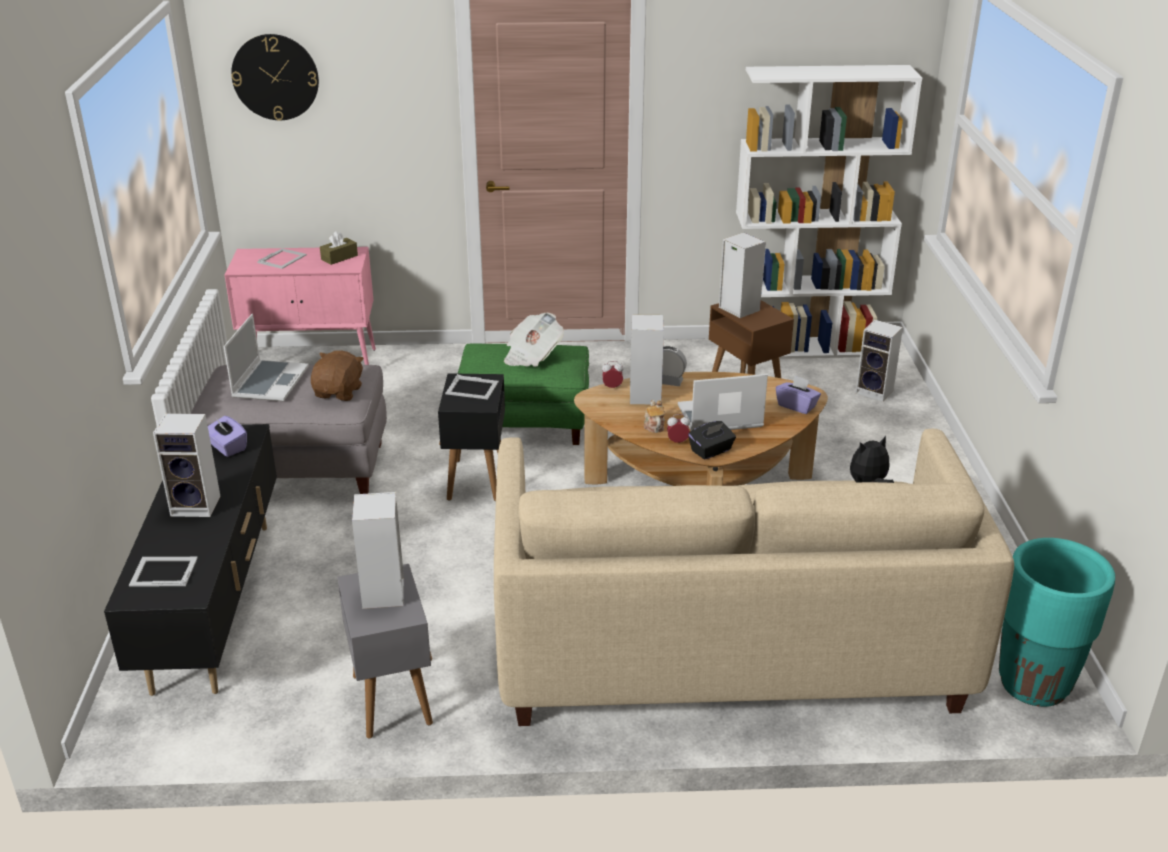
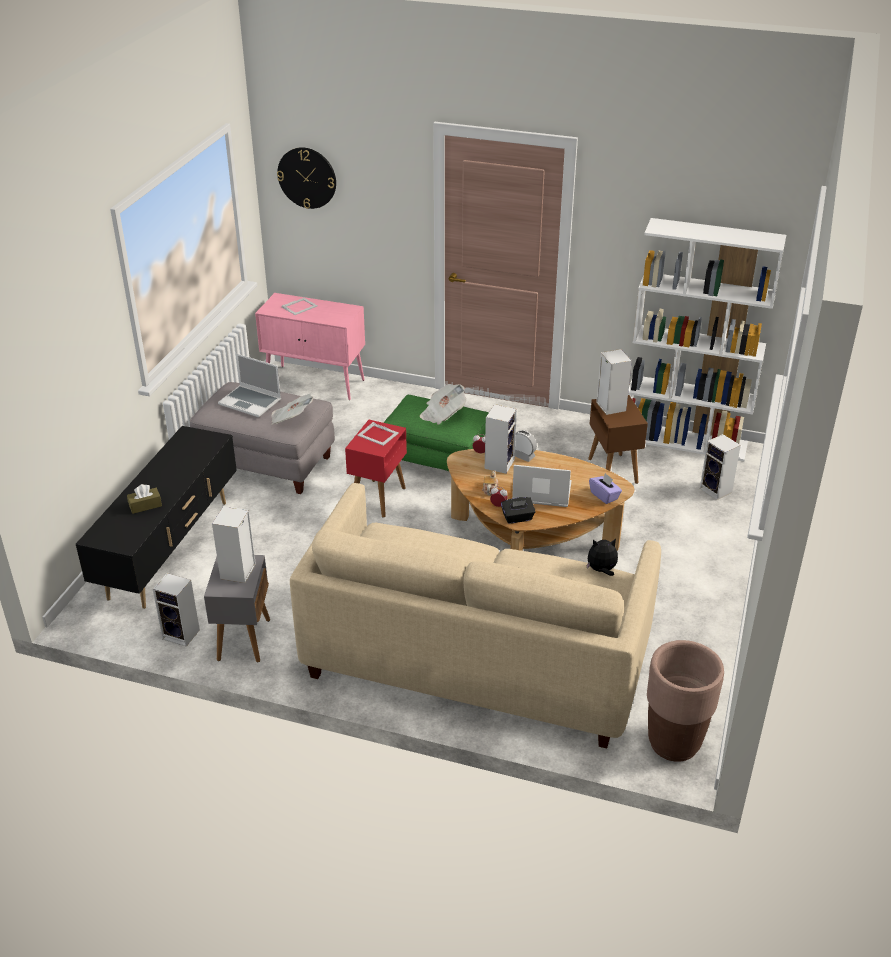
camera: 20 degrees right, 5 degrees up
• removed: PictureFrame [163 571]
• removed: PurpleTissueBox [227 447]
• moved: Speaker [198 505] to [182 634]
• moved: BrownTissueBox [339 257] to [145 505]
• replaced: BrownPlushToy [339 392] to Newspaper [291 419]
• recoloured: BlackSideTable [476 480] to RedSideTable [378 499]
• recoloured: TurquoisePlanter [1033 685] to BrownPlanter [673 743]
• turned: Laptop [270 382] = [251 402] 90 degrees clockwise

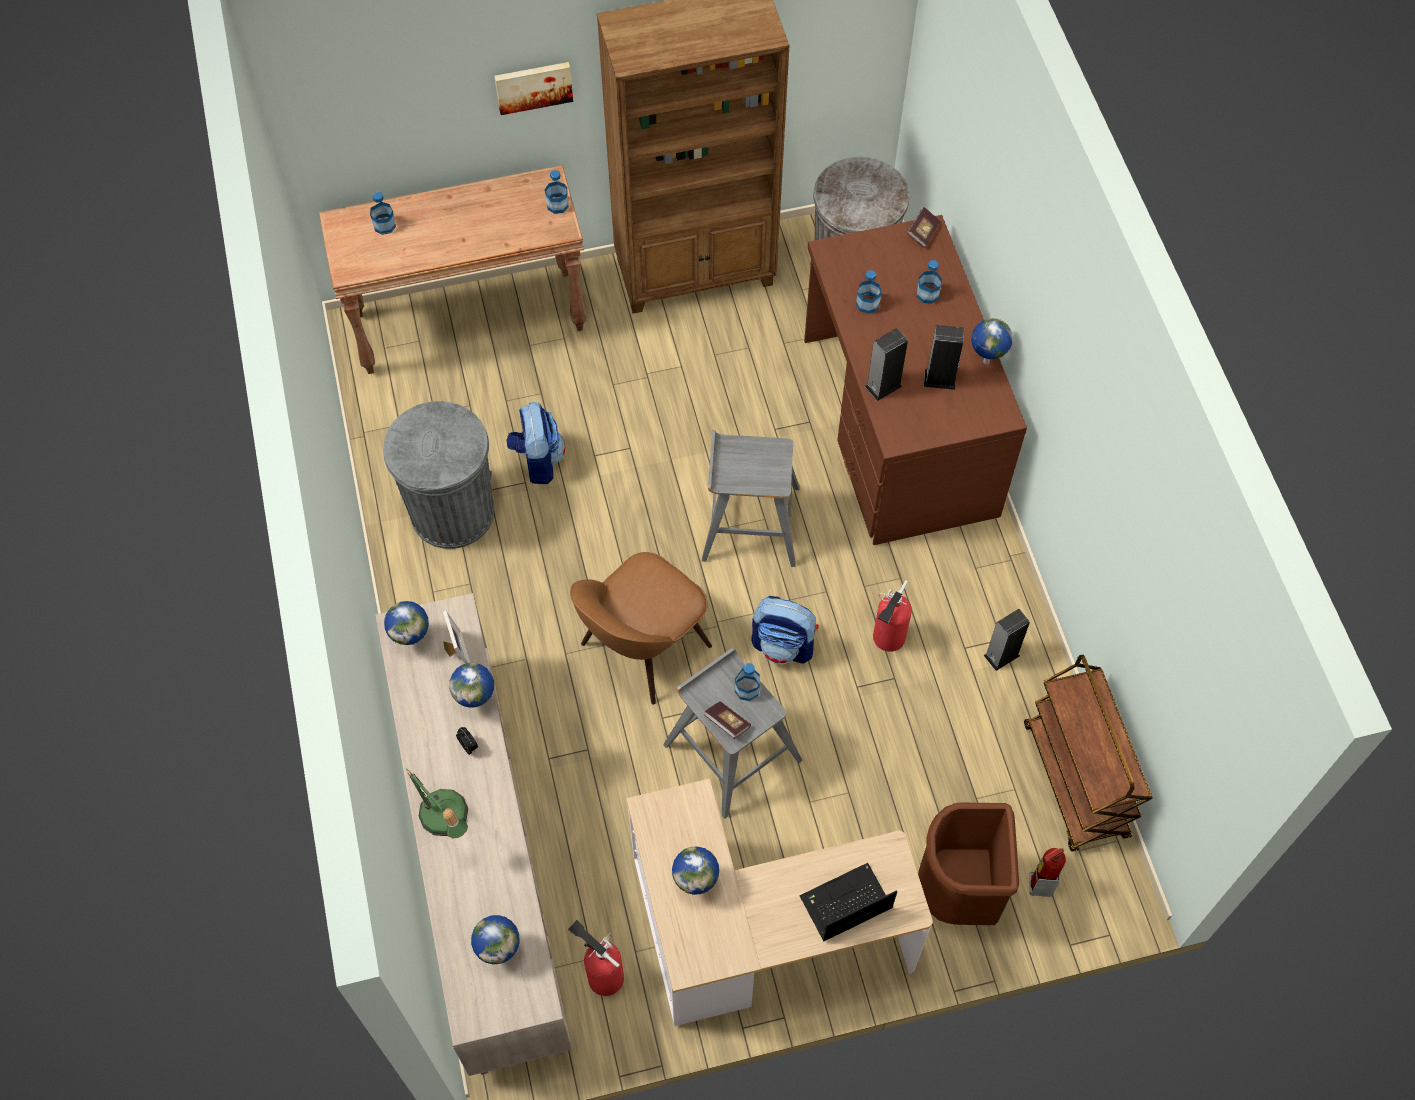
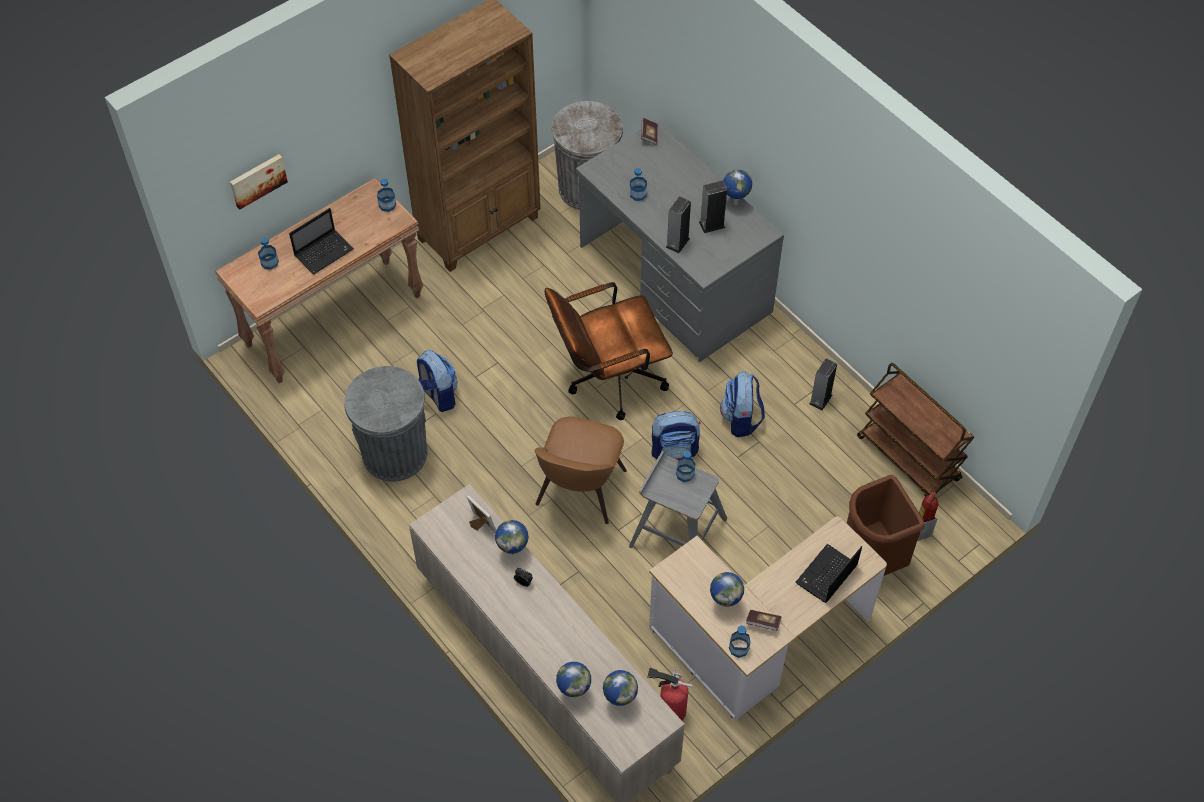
camera: 25 degrees left, 5 degrees down
• removed: TableLamp [447 820]
• added: Laptop [324 252]
• moved: Globe [413 640] to [574 692]
• moved: Picture [533 86] to [257 180]
• moved: Book [727 723] to [763 623]
• moved: Bottle [927 294] to [738 648]
• replaced: GreyStool [749 523] to BrownOfficeChair [608 380]
• replaced: FireExtinguisher [887 640] to Backpack [741 419]
• recoloured: BrownDesk [897 427] to GreyDesk [674 280]

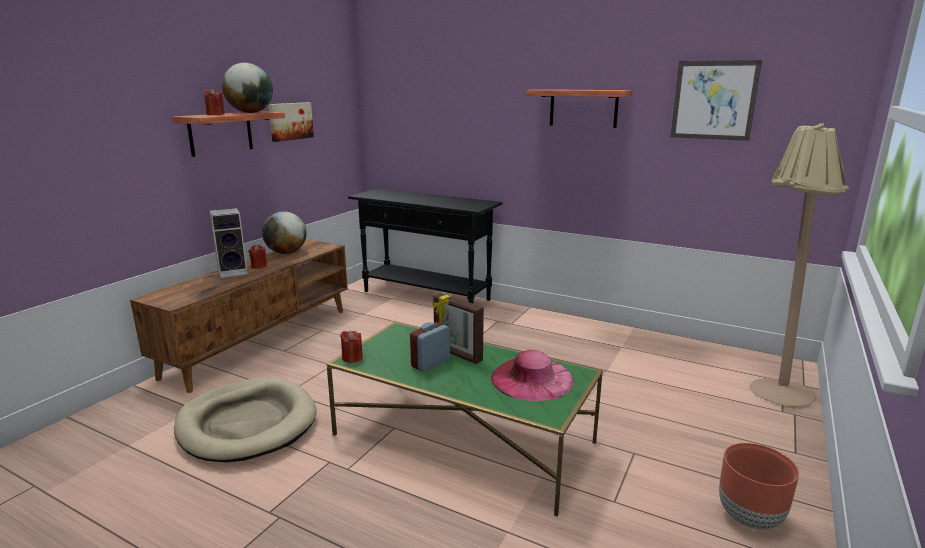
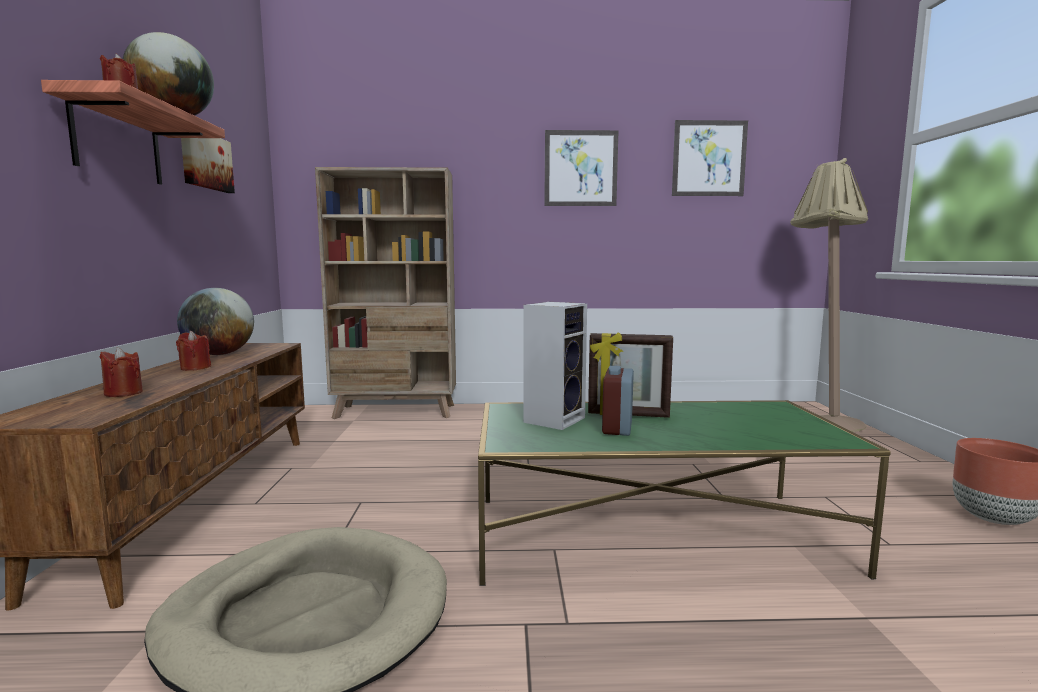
camera: 30 degrees left, 10 degrees down
• removed: PinkHat [532 379]
• moved: Speaker [234 272] to [554 419]
• moved: RedCandle [352 358] to [123 393]
• replaced: BlackConsoleTable [426 296] to BeigeBookcase [396 412]
• replaced: Shelf [583 108] to Picture [580 168]

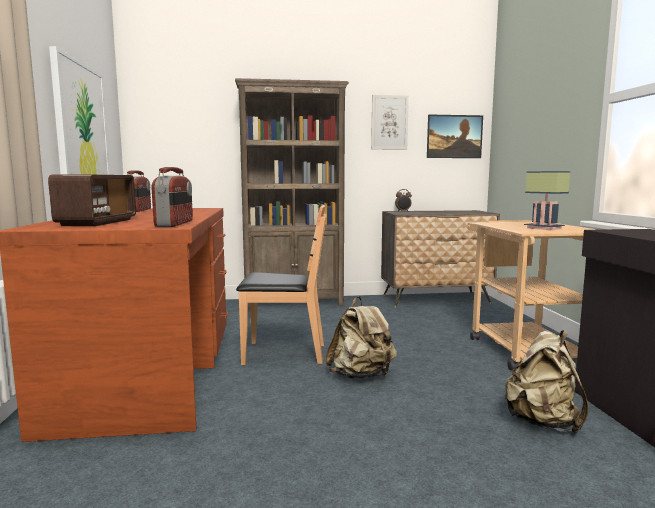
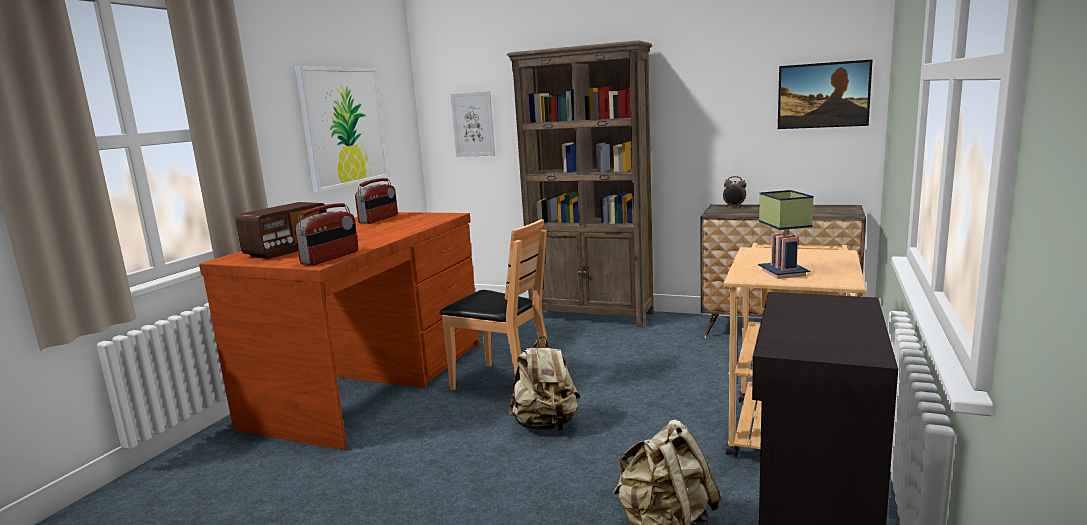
camera: 30 degrees right, 5 degrees up
• moved: Picture [389 122] to [473 124]

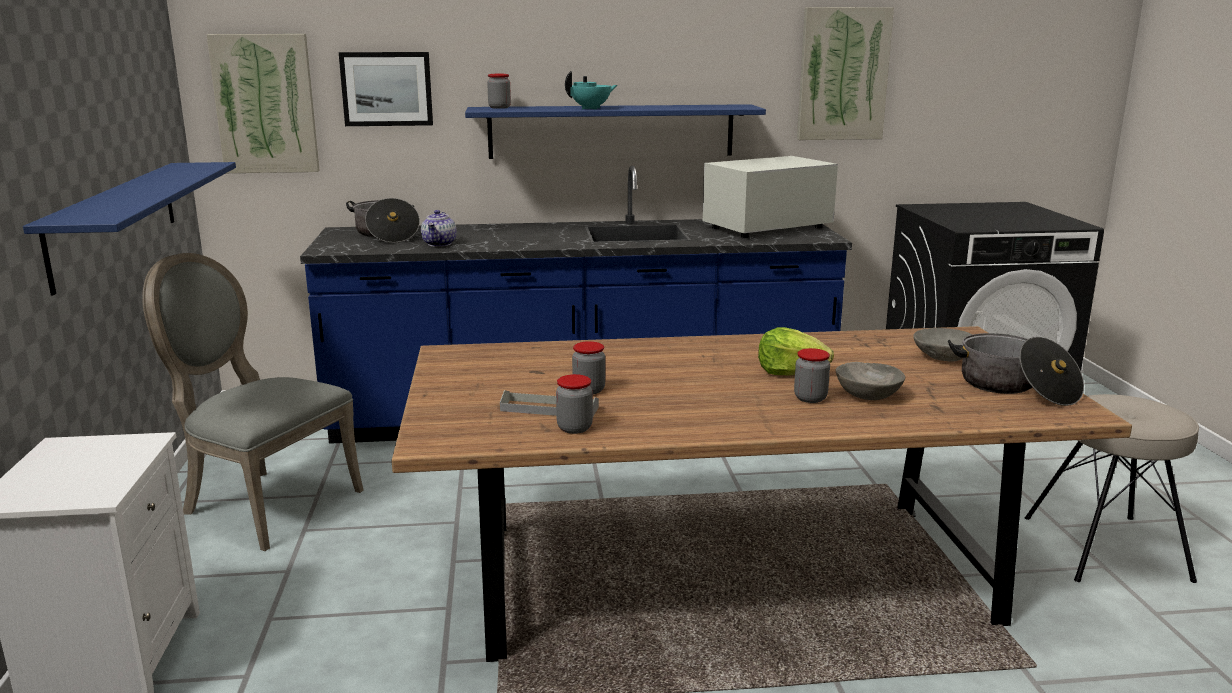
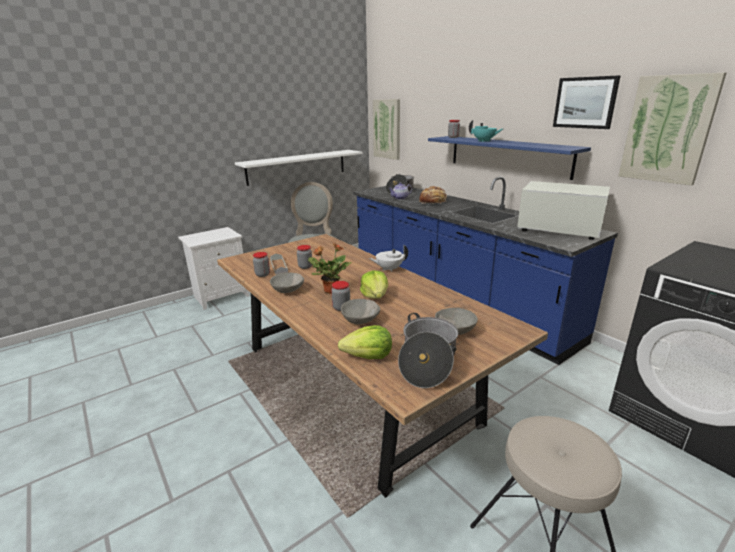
camera: 60 degrees right, 5 degrees up
• added: GreyBowl [287 290]
• added: PottedPlant [330 290]
• added: Lettuce [368 356]
• added: WhiteTeapot [389 269]
• added: Bread [433 202]
• moved: Picture [387 89] to [585 102]
• recoloured: BlueShelf [115 221] to WhiteShelf [297 167]

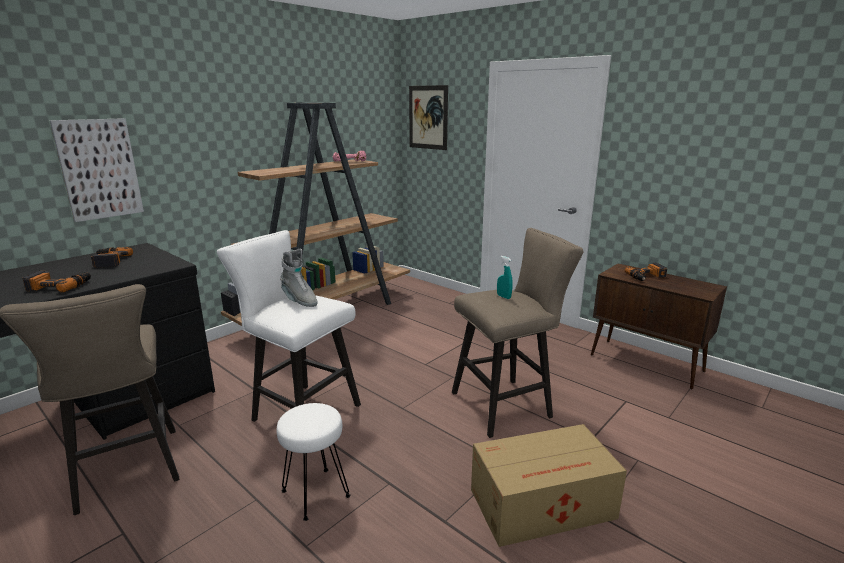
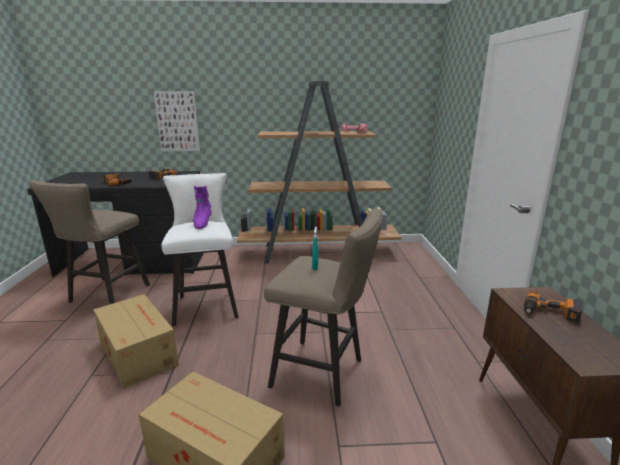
camera: 45 degrees right, 0 degrees up
• removed: Picture [428 117]
• replaced: WhiteStool [315 493] to CardboardBox [138 352]
• recoloured: GreyBoot [299 300] to PurpleBoot [202 223]

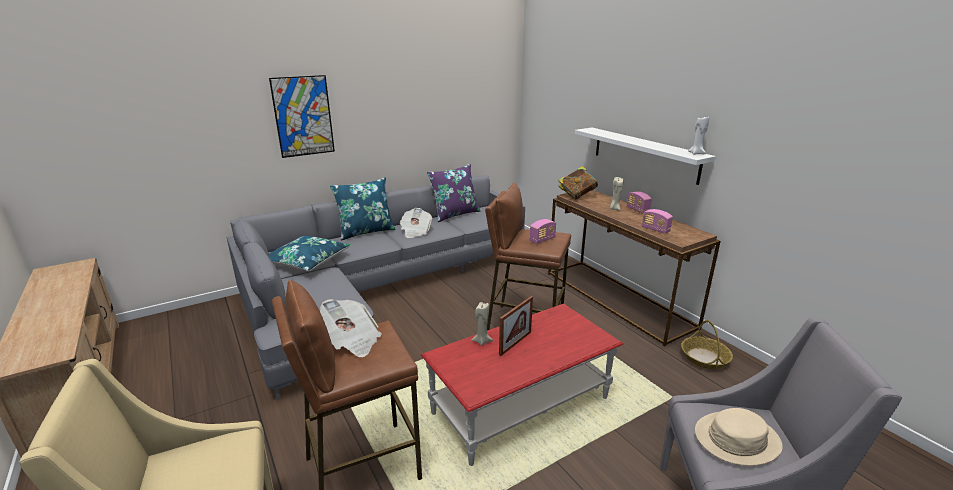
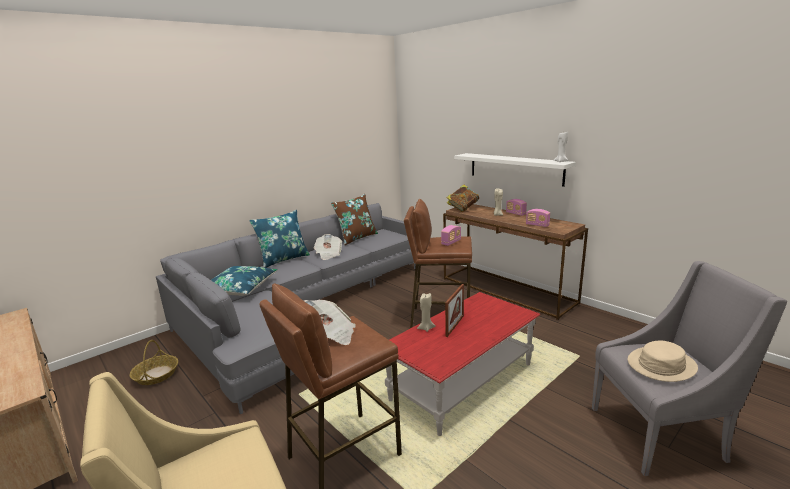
camera: 10 degrees left, 5 degrees down
• removed: Picture [303 116]
• moved: Basket [705 358] to [156 375]
• recoloured: PurplePillow [455 214] to BrownPillow [356 238]

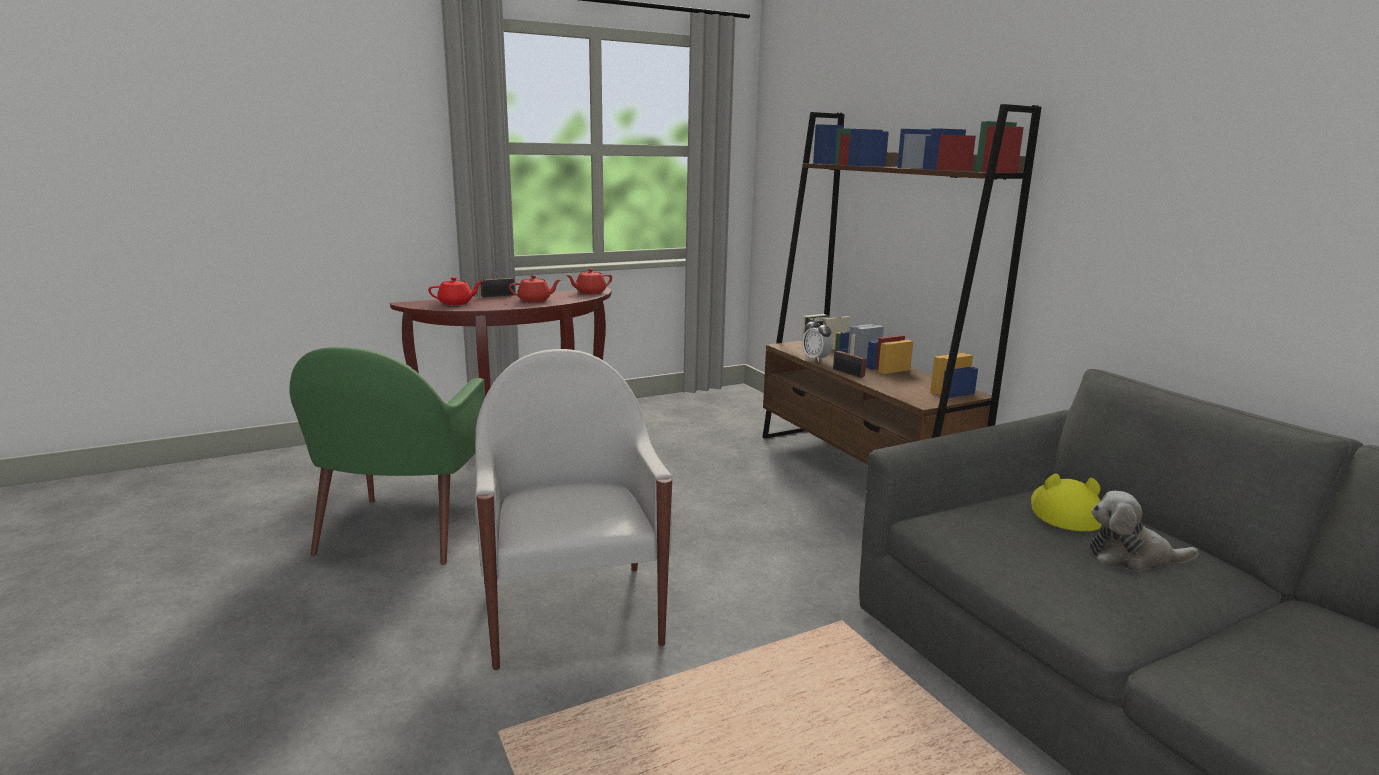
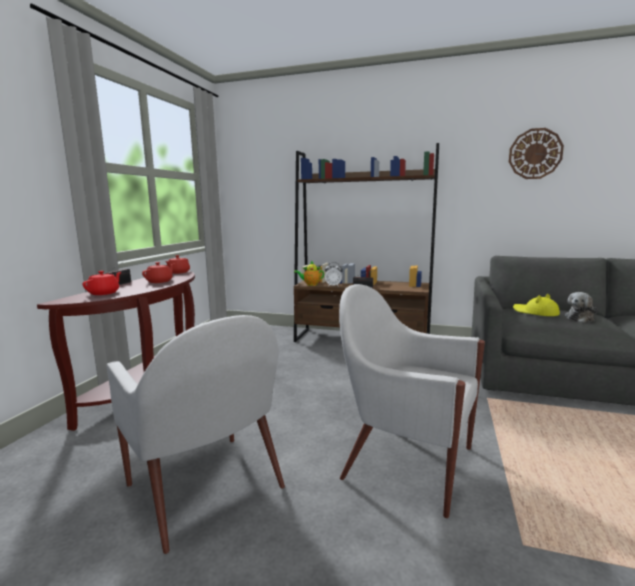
camera: 45 degrees left, 5 degrees down
• added: Teapot [310 284]
• added: WallClock [535 154]
• recoloured: GreenArmchair [402 532] to WhiteArmchair [206 489]

